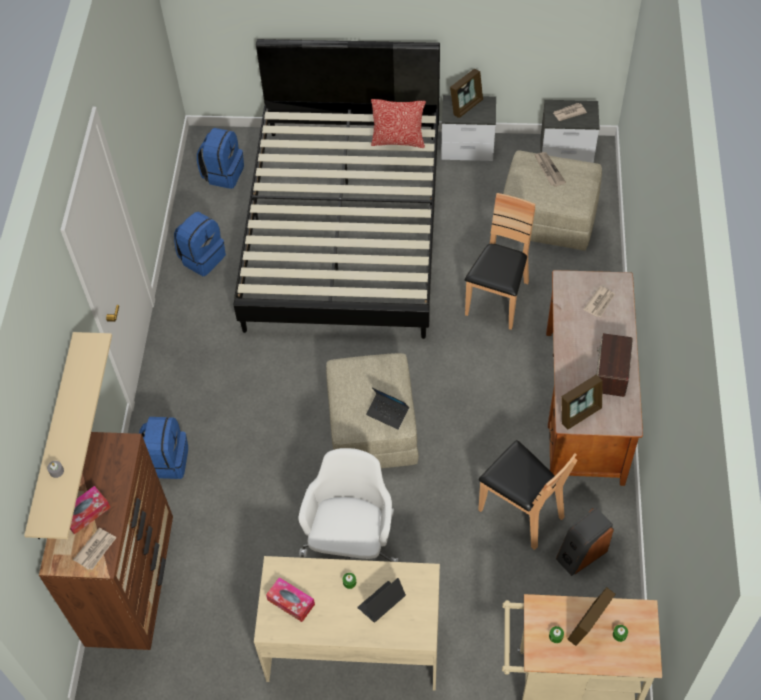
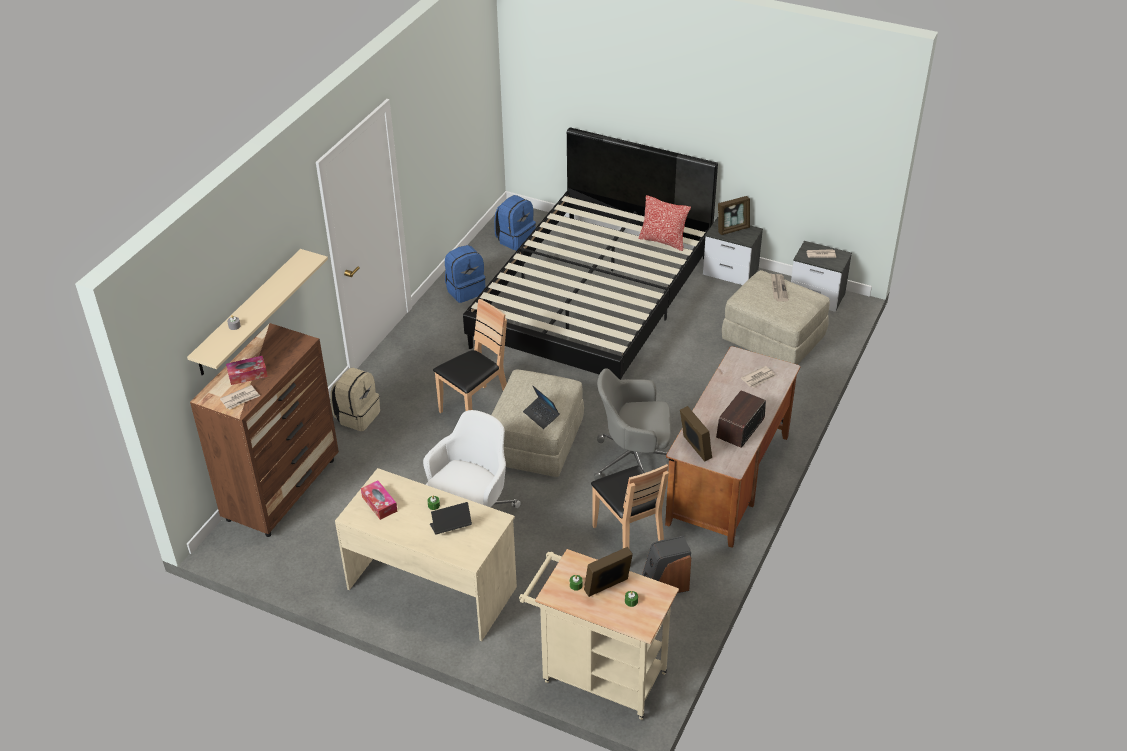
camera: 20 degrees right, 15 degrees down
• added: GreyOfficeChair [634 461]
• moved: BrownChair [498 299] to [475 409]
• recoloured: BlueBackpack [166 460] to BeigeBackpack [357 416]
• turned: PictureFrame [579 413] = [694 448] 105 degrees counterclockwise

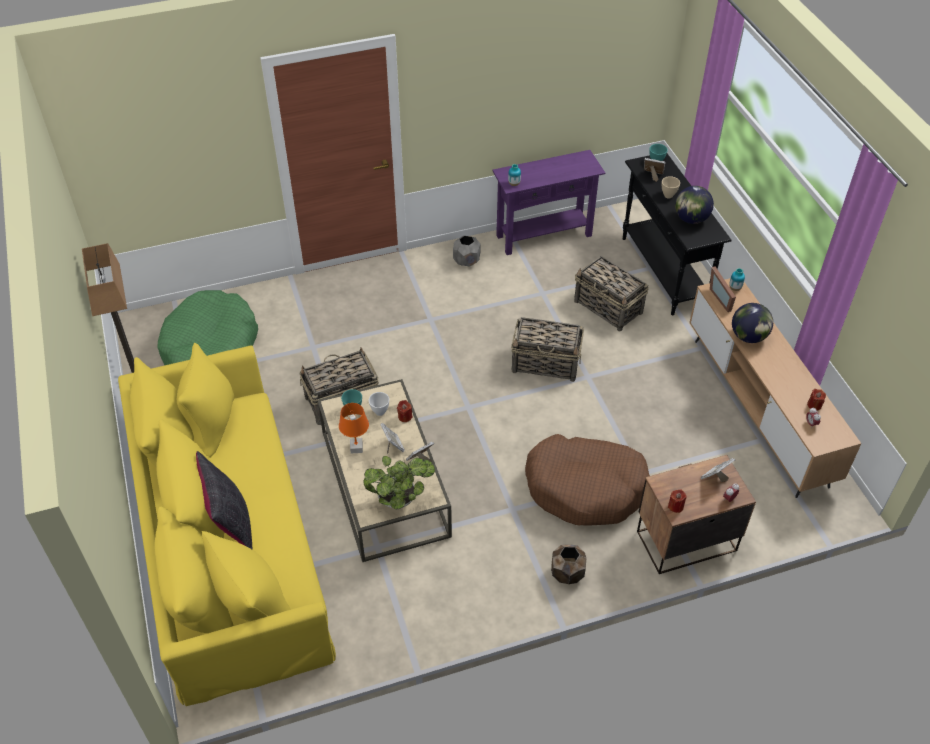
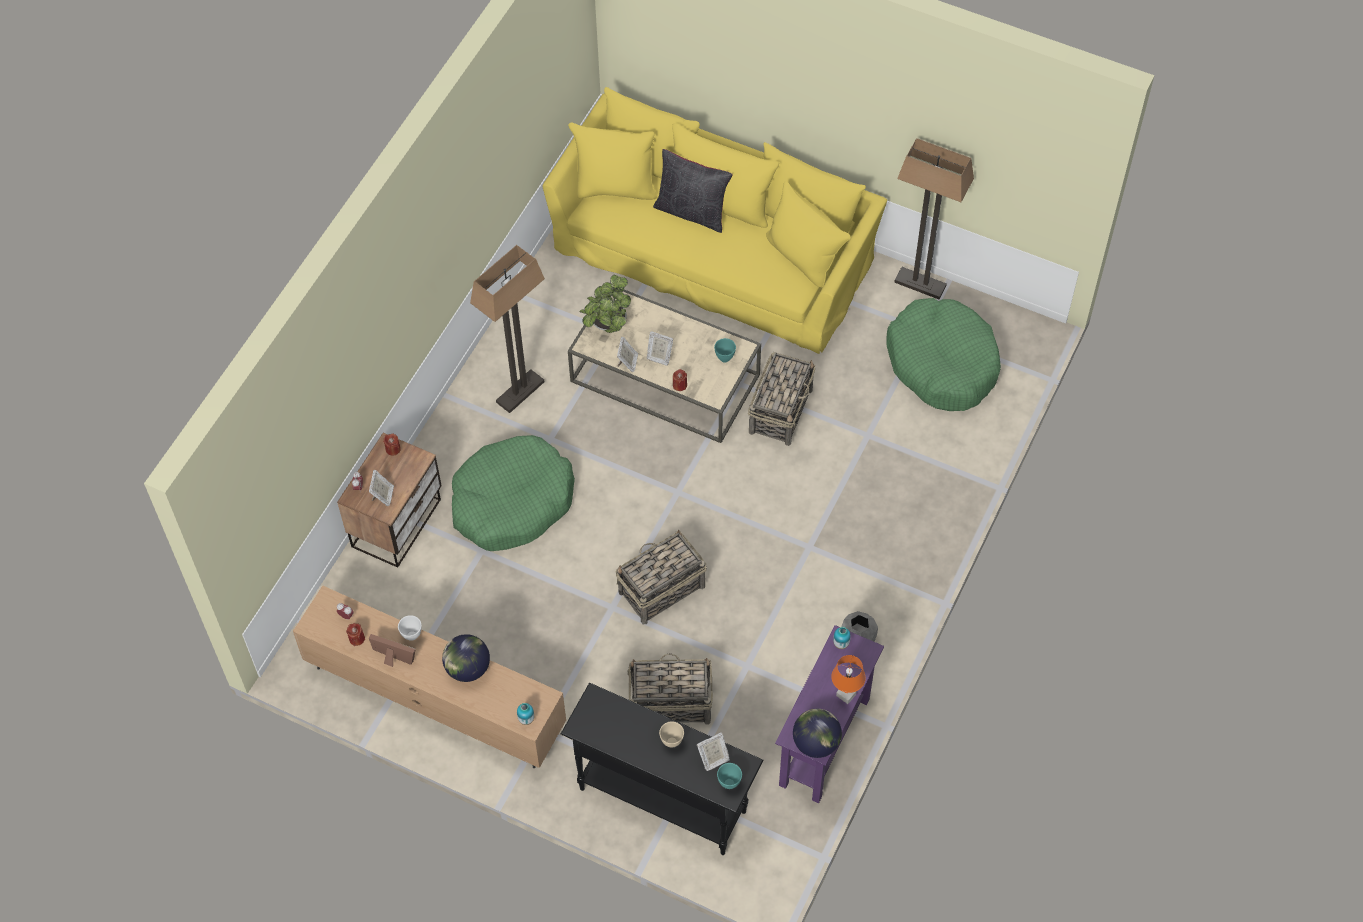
camera: 135 degrees right, 10 degrees up
• removed: BrownPlanter [566 573]
• added: FloorLamp [520 391]
• moved: OrangeTableLamp [356 448] to [845 695]
• moved: WhiteBowl [380 412] to [411 635]
• moved: Globe [691 219] to [816 743]
• moved: PictureFrame [722 297] to [393 660]
• recoloured: BrownDogBed [586 488] to GreenDogBed [512 502]

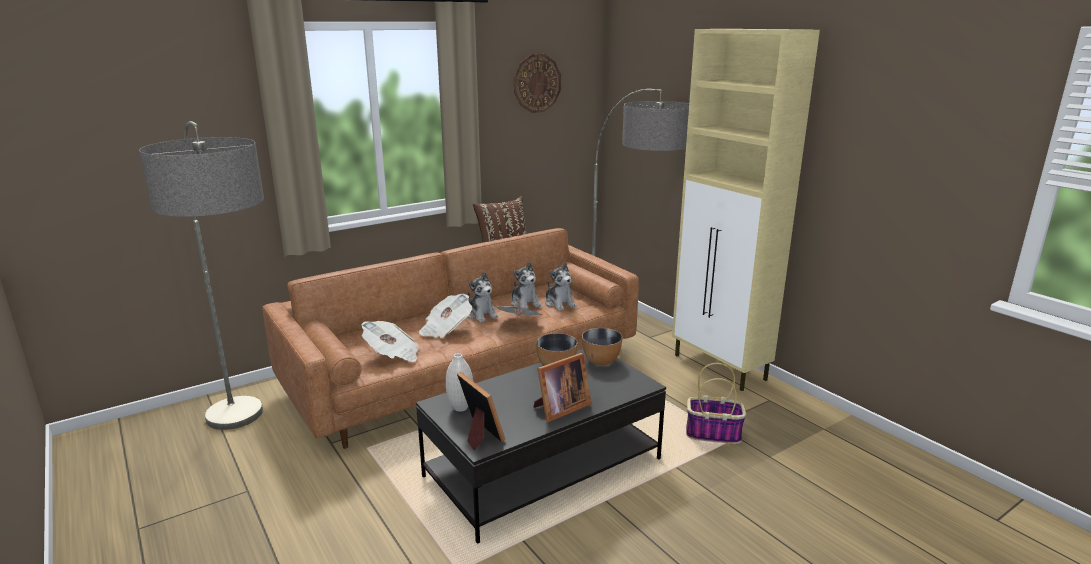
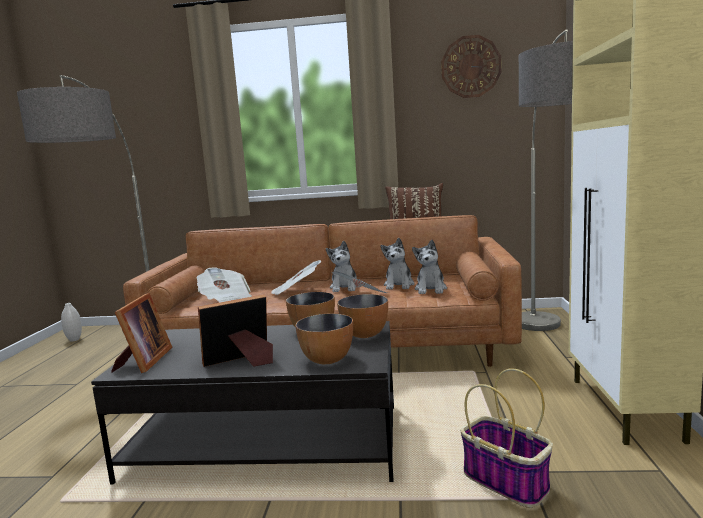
camera: 40 degrees right, 10 degrees down
• added: Bowl [327 360]
• moved: WhiteVase [460 408] to [74 340]
• turned: PictureFrame [560 408] = [242 362] 150 degrees clockwise

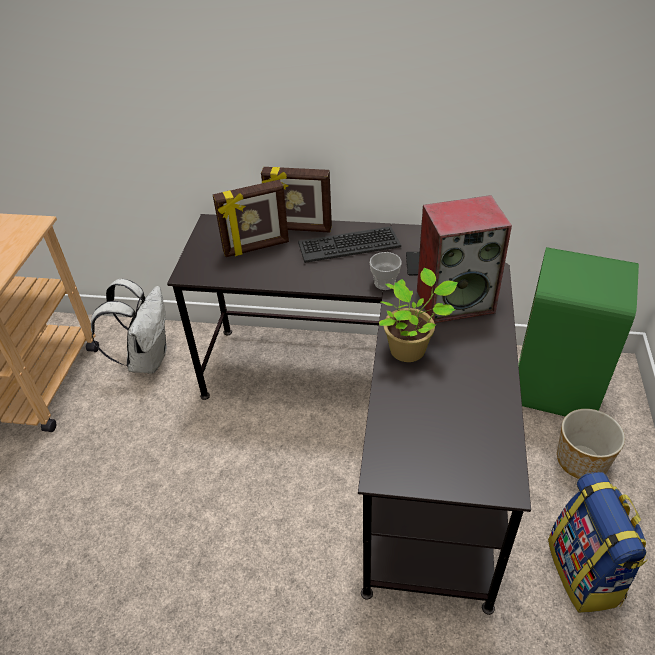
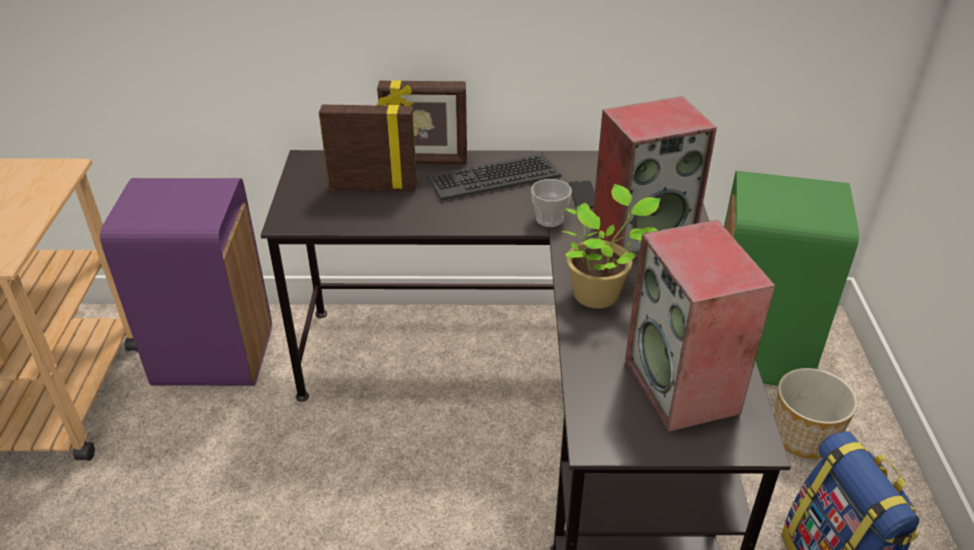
camera: 10 degrees left, 5 degrees down
• added: Speaker [683 387]
• replaced: WhiteBackpack [147 359] to PurpleTrashCan [214 355]
• turned: PictureFrame [256 248] = [373 186] 150 degrees counterclockwise

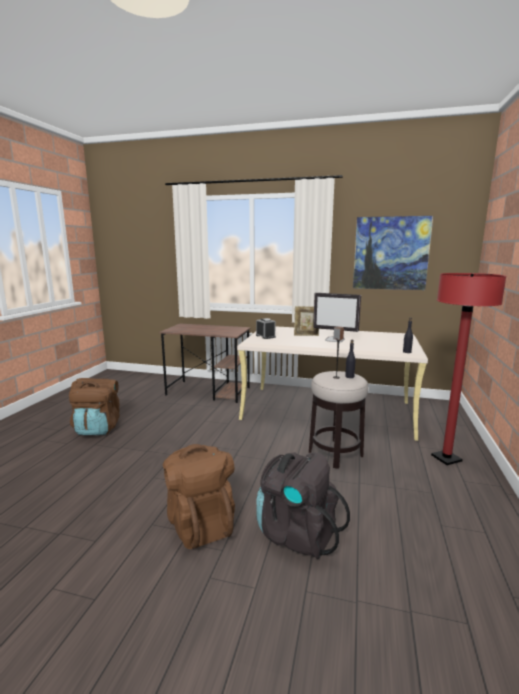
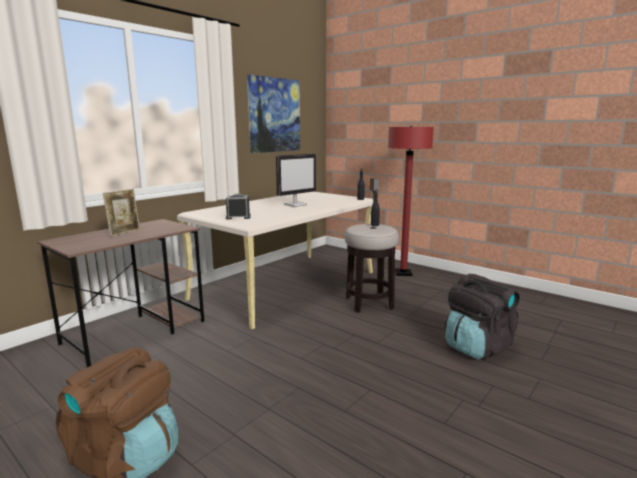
camera: 65 degrees left, 0 degrees up
• removed: BrownBackpack [200 523]
• moved: PictureFrame [306 335] to [125 232]

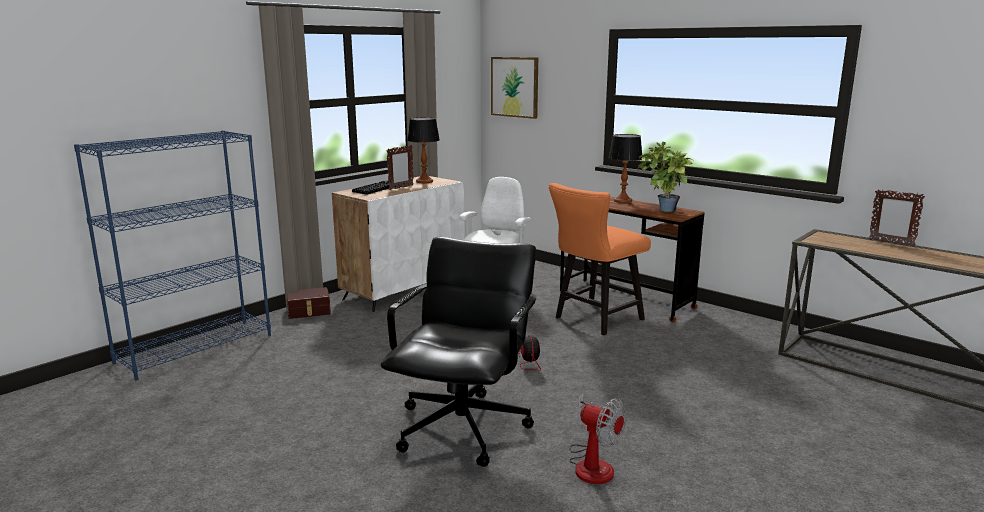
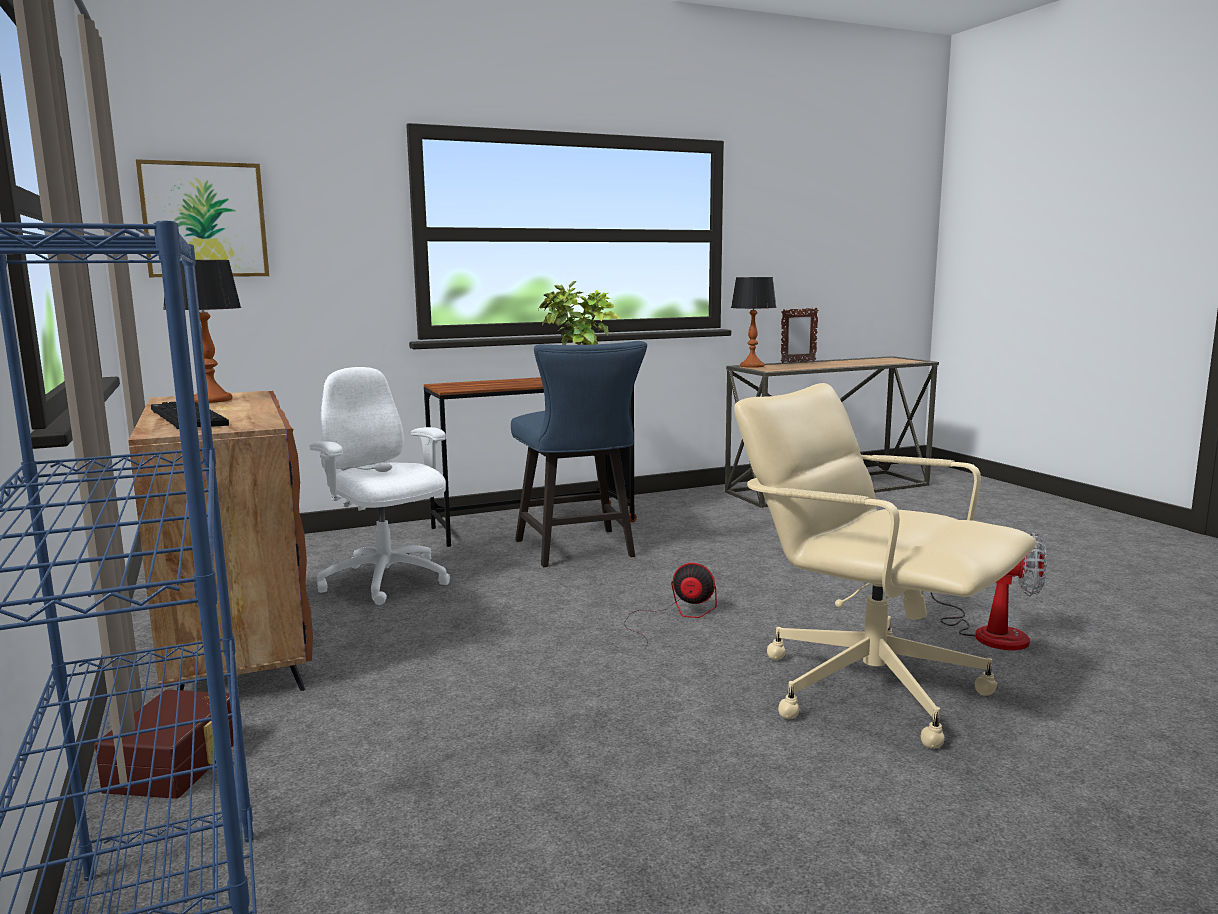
camera: 65 degrees left, 5 degrees down
• removed: PictureFrame [401 188]
• moved: TableLamp [623 201] to [751 366]
• recoloured: WhiteCabinet [404 289] to BrownCabinet [236 644]
• recoloured: BlackOfficeChair [463 428] to BeigeOfficeChair [869 688]
• recoloured: OrangeChair [594 320] to BlueChair [579 551]
• turned: Fan [592 463] = [987 632] 45 degrees clockwise

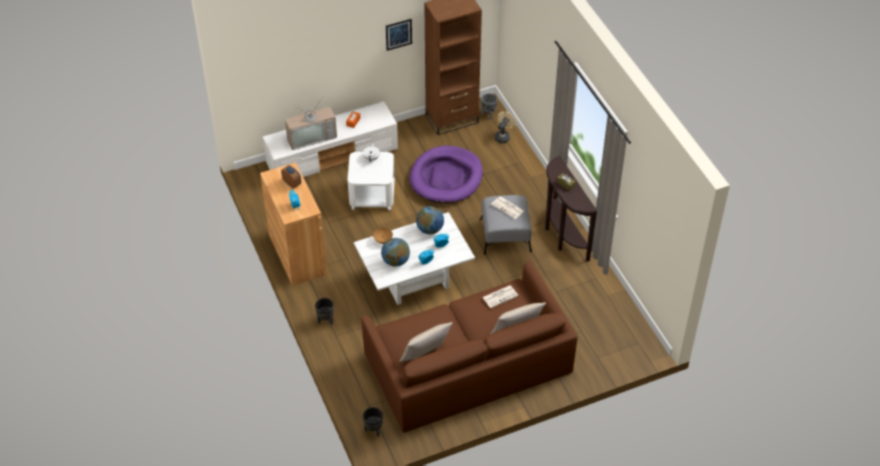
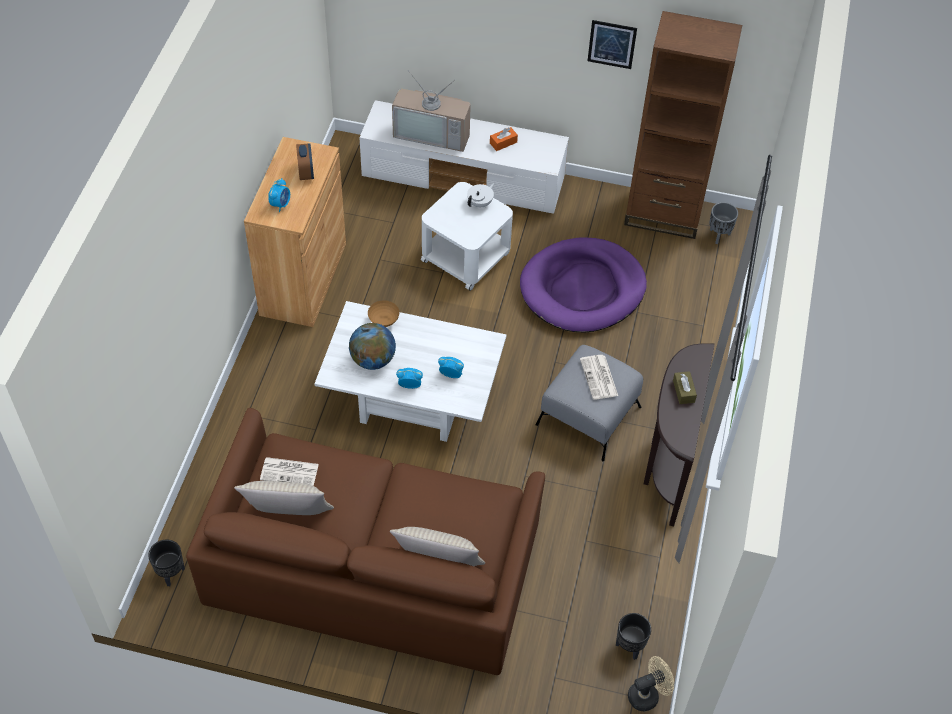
camera: 35 degrees right, 5 degrees up
• removed: Globe [430 229]
• moved: BlackPlanter [326 320] to [629 647]
• moved: Newspaper [500 296] to [290 472]
• moved: BeigeFan [503 136] to [647 695]

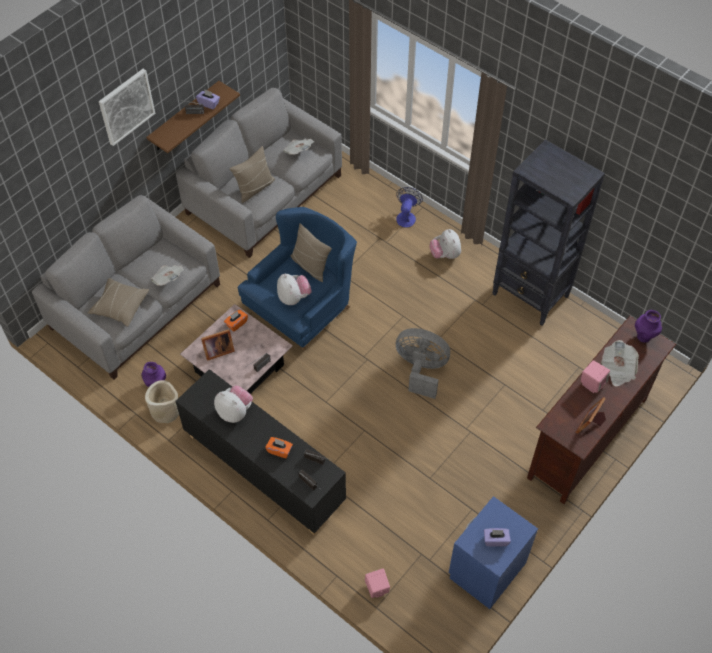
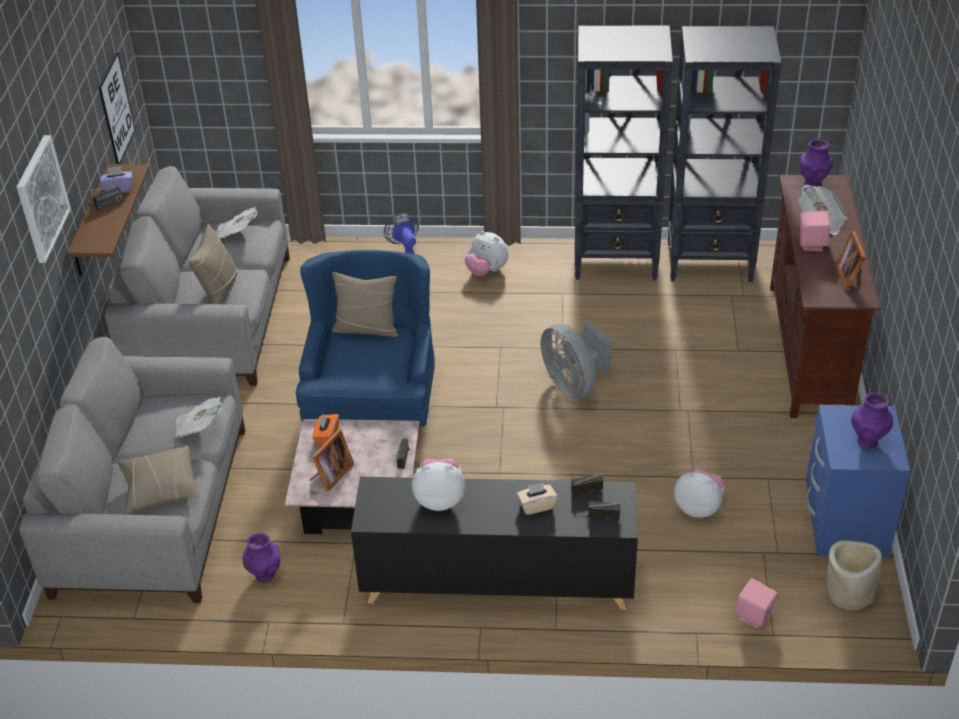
camera: 35 degrees left, 15 degrees down
• added: Picture [116 109]
• added: BlackBookcase [710 263]
• moved: BeigePlanter [166 411] to [849 592]
• moved: PlushToy [294 297] to [699 507]
• replaced: PurpleTissueBox [495 540] to PurpleVase [867 440]
• recoloured: OrangeTissueBox [279 450] to BeigeTissueBox [536 505]
• turned: GreyFan [421 370] = [574 384] 105 degrees counterclockwise

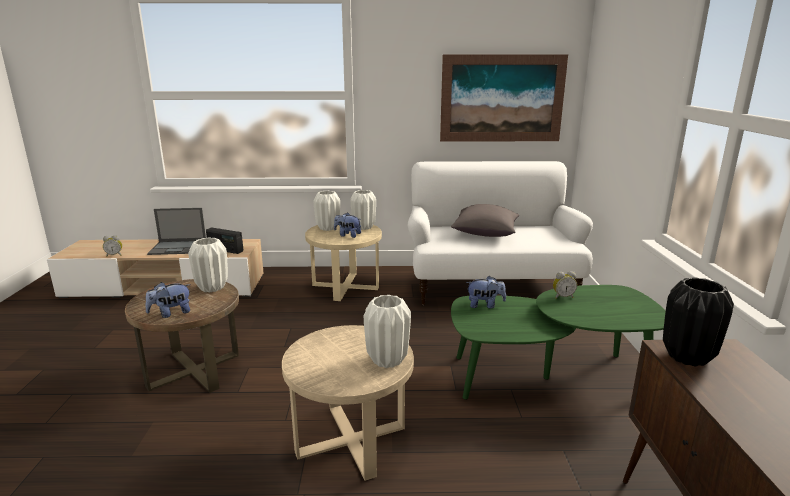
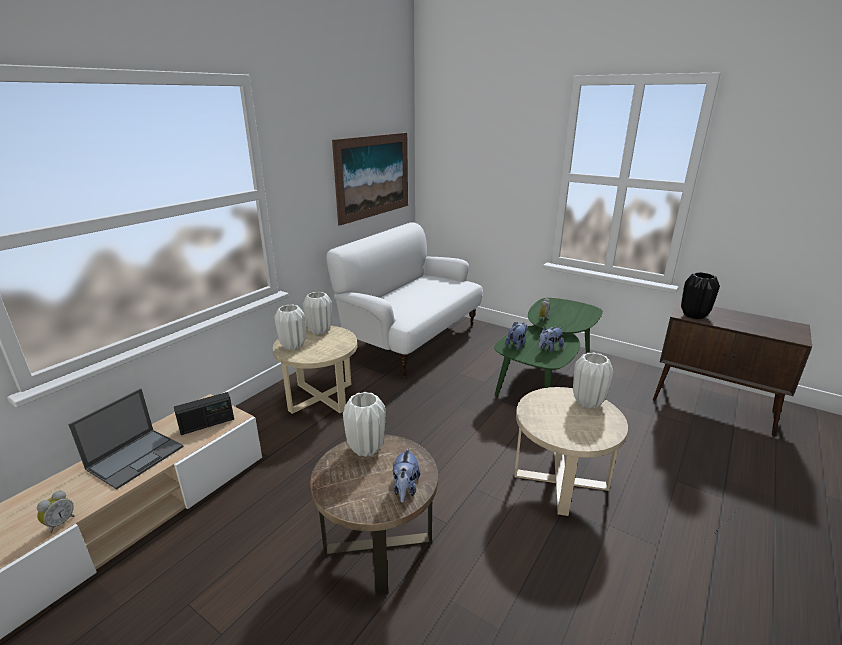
camera: 55 degrees left, 5 degrees up
• removed: GreyPillow [485 233]
• moved: PlushToy [347 235] to [549 348]

